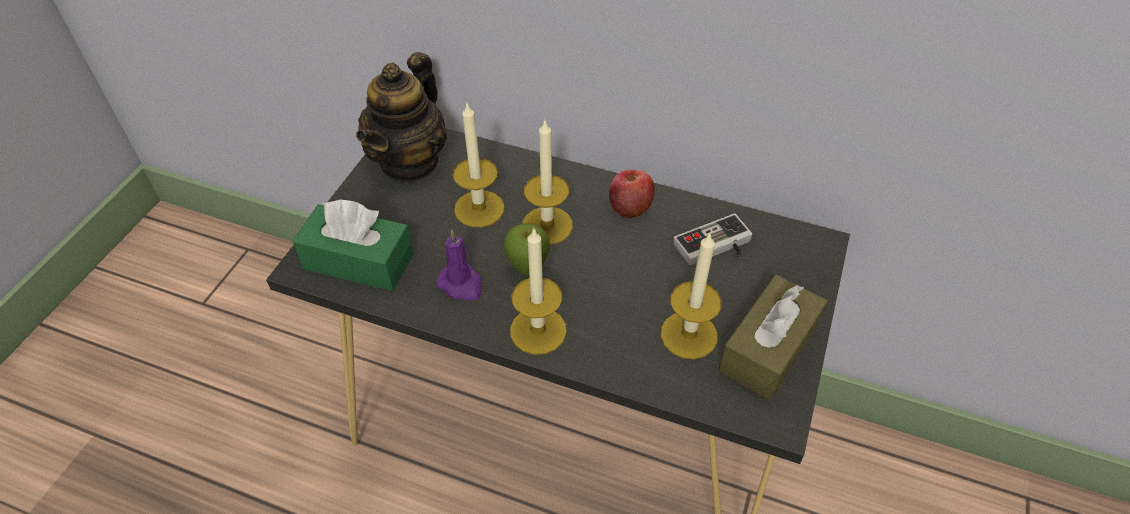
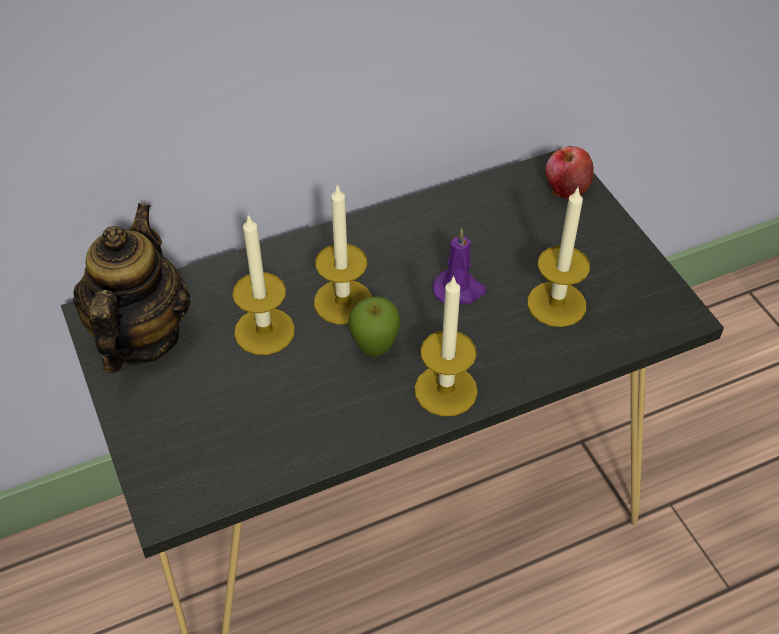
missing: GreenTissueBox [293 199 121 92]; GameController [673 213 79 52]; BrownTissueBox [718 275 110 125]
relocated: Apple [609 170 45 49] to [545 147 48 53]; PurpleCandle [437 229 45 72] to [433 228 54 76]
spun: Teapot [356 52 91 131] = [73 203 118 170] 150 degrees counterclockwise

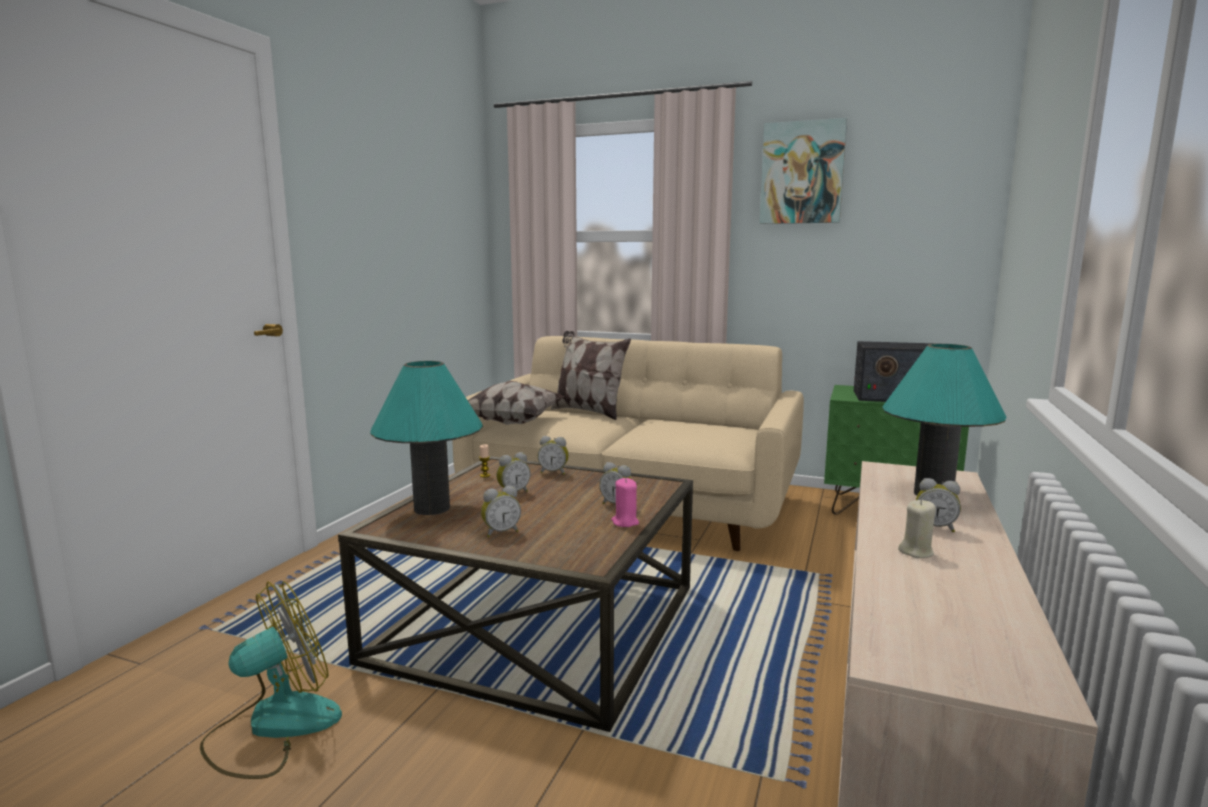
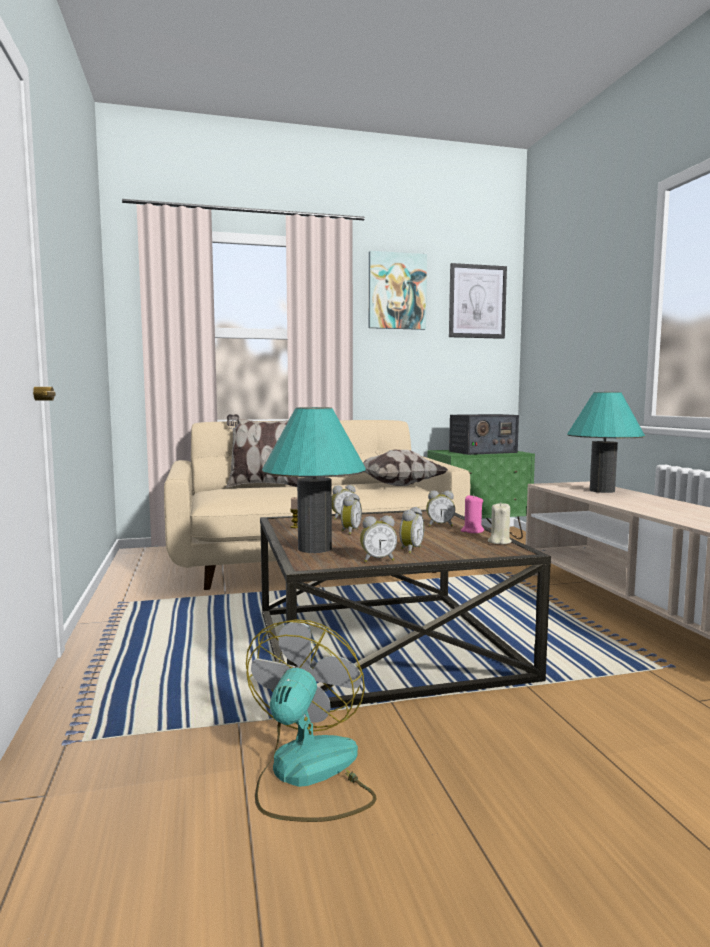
appeared: Picture [449 263 58 76]
relocated: Pillow [468 381 96 44] to [363 450 85 36]; AlarmClock [916 478 45 54] to [360 516 37 46]; BeigeCandle [898 500 38 58] to [488 502 24 42]

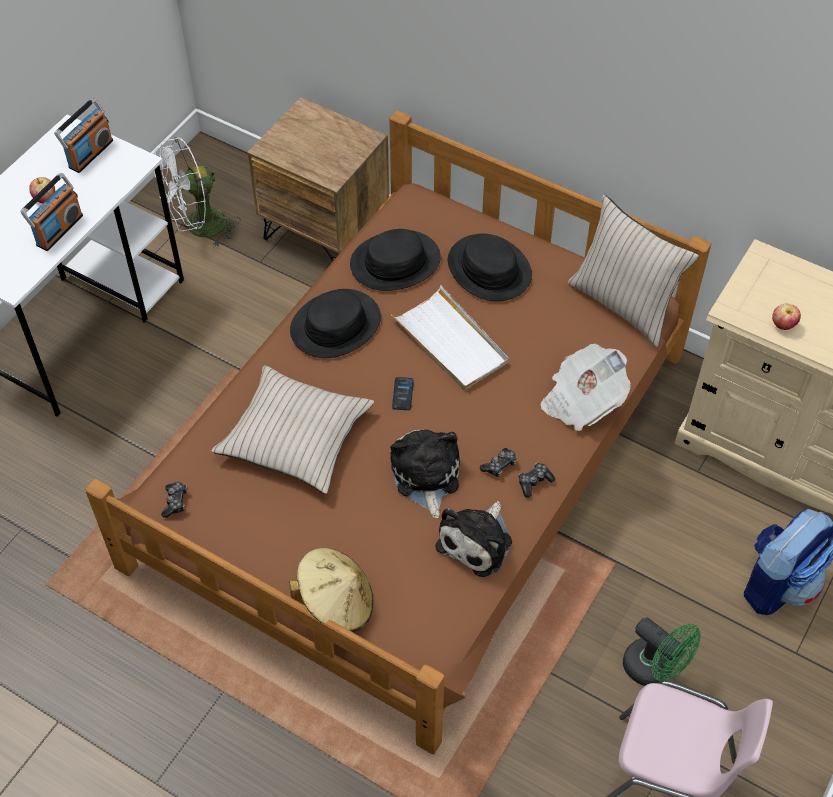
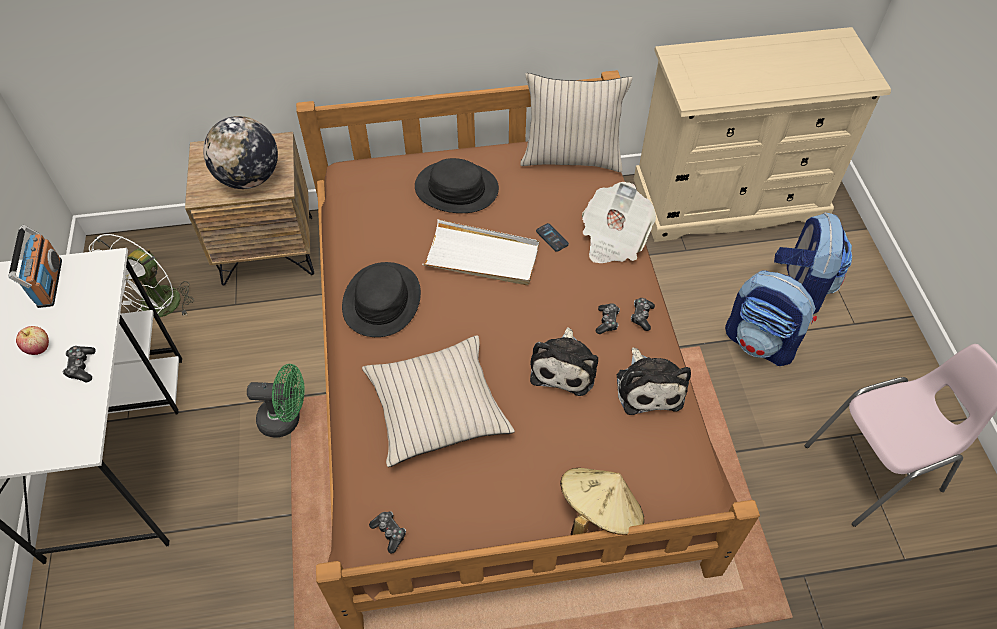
missing: BlackHat [350 229 91 62]; Apple [772 303 29 27]
appeared: Globe [203 116 75 73]; Backpack [725 270 92 96]
relocated: Phone [392 377 22 33] to [536 223 33 29]; GreenFan [623 617 78 69] to [247 364 58 73]
exchanged: Radio [20 173 63 78] to GameController [63 346 33 36]
spun: PlushToy [390 429 70 90] = [530 327 68 69] 120 degrees counterclockwise

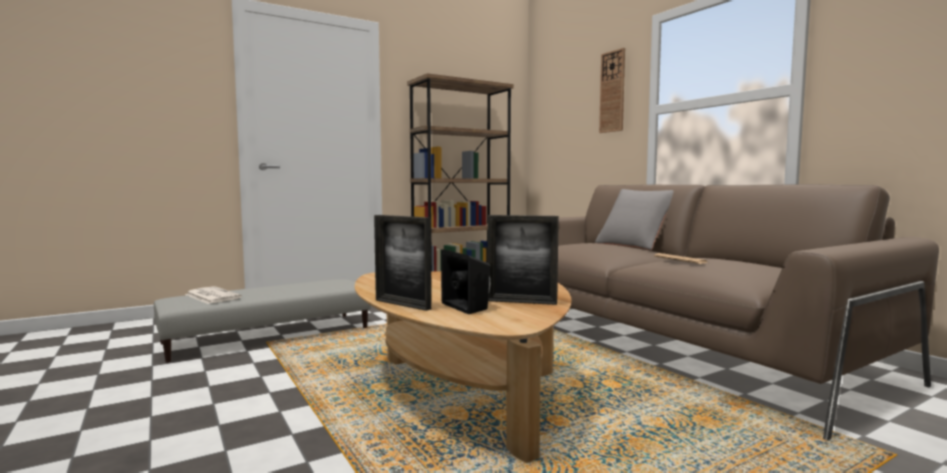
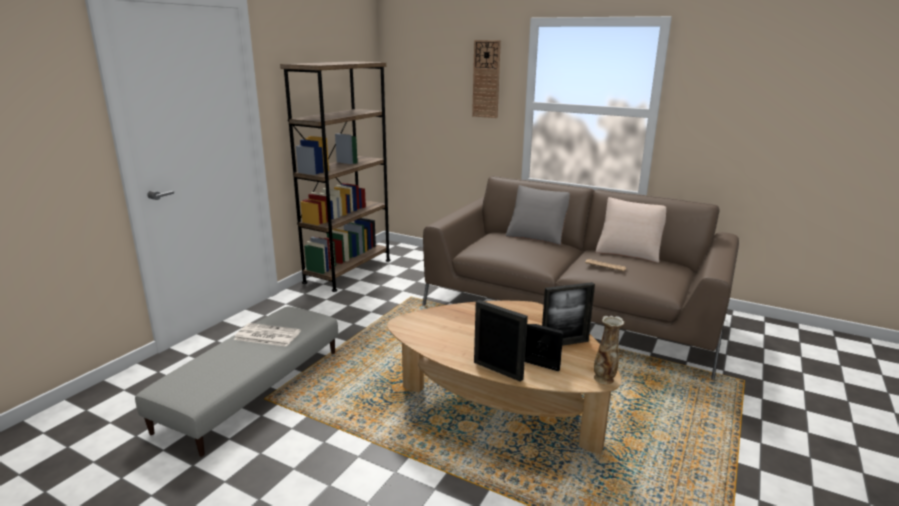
appeared: BeigePillow [596 197 70 66]; Vase [594 316 30 68]
relocated: Newspaper [185 286 57 18] to [234 323 67 24]
spun: PictureFrame [374 215 57 96] = [474 300 54 82] 150 degrees counterclockwise

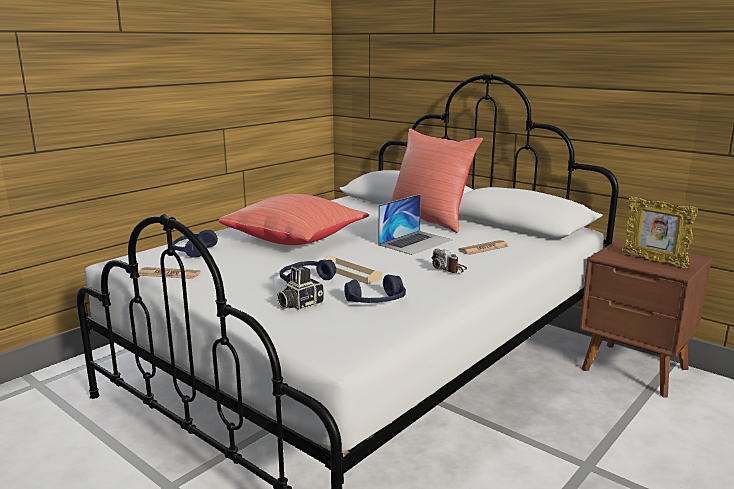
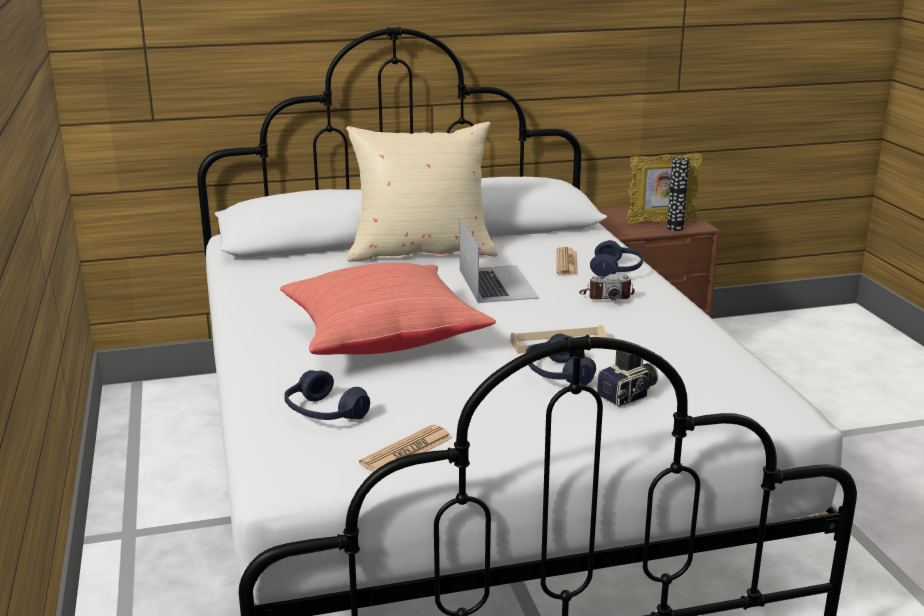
appeared: Vase [667 157 23 74]
relocated: BlueHeadphones [344 275 62 28] to [590 240 53 37]
colour: RedPillow [390 128 93 105] to BeigePillow [346 122 152 140]
spun: PhotoCamera [277 266 47 44] = [597 341 61 66] 120 degrees counterclockwise

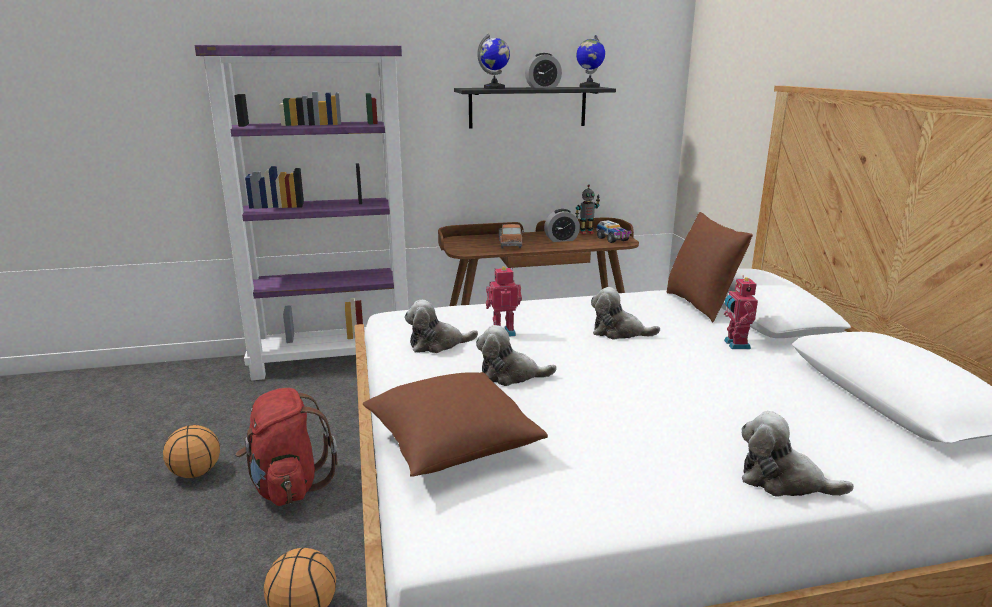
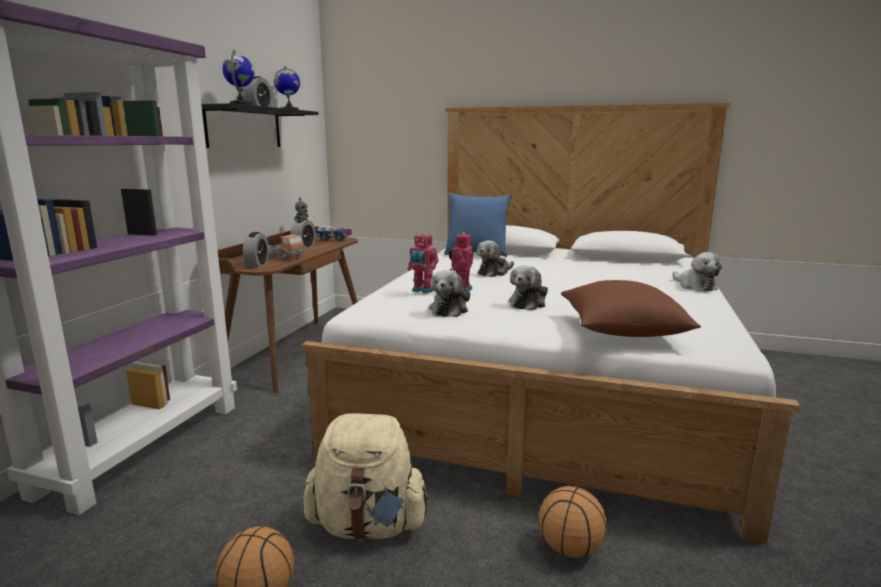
appeared: AlarmClock [243 232 26 36]
relocated: ToyRobot [724 276 34 73] to [407 233 32 61]
colour: BrownPillow [667 212 86 110] to BluePillow [444 193 68 65]; RedBackpack [236 388 101 118] to BeigeBackpack [304 413 126 128]
spun: PlushToy [741 411 113 85] = [673 252 49 40] 75 degrees counterclockwise

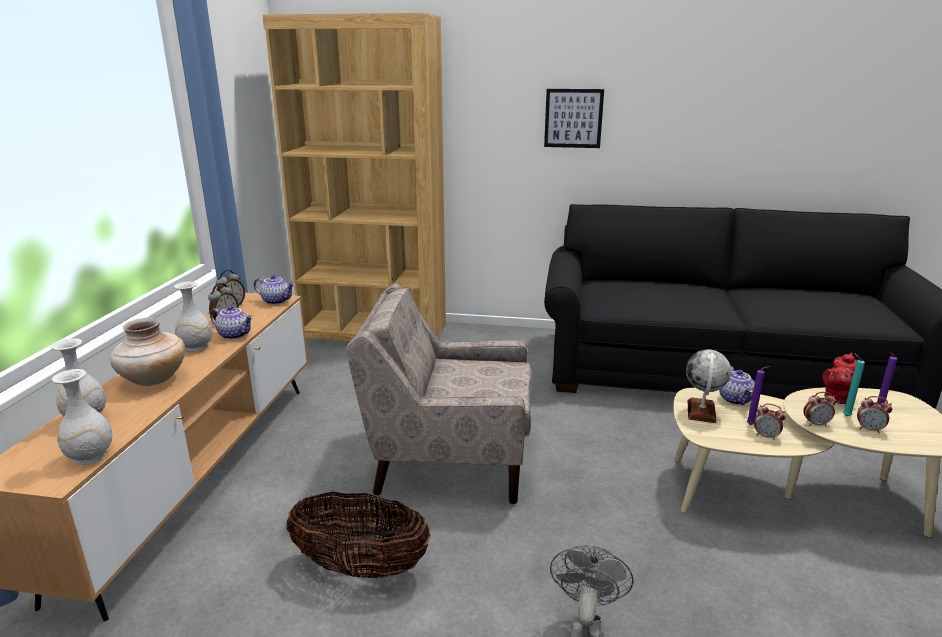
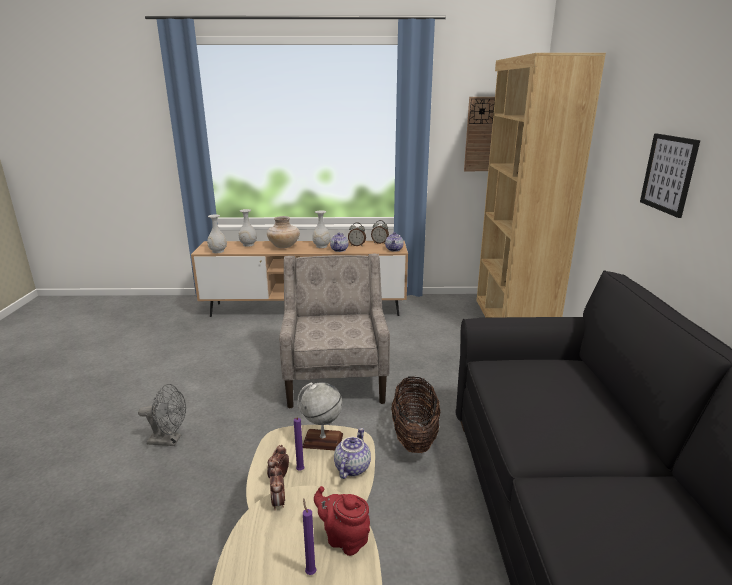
missing: TurquoiseCandle [843 353 22 63]; AlarmClock [857 396 36 37]
appeared: WallClock [464 97 31 74]
relocated: Basket [286 492 145 87] to [391 377 49 76]
spun: Teapot [719 366 36 39] = [334 428 37 51] 120 degrees clockwise

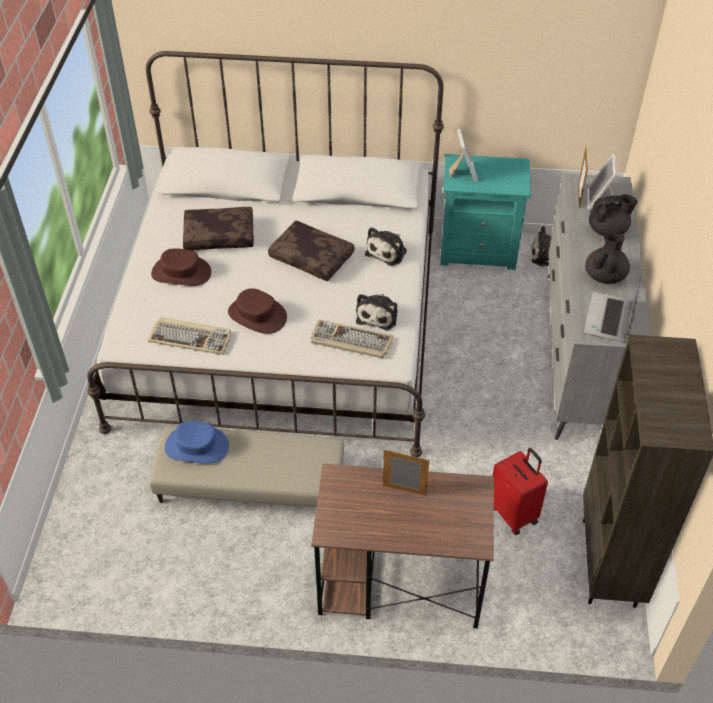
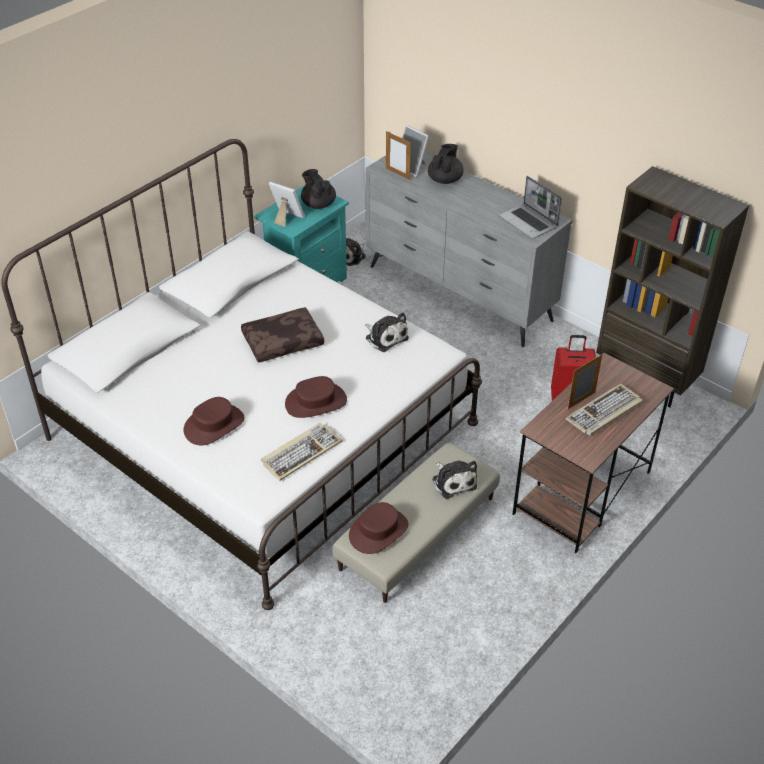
missing: BrownPillow [183 207 71 44]
relocated: PlushToy [365 227 42 39] to [432 461 45 38]; BlackTeapot [585 233 45 51] to [301 169 35 40]; Keyboard [311 320 82 39] to [566 384 77 52]
colour: BlueHat [165 421 64 43] to BrownHat [349 502 60 52]

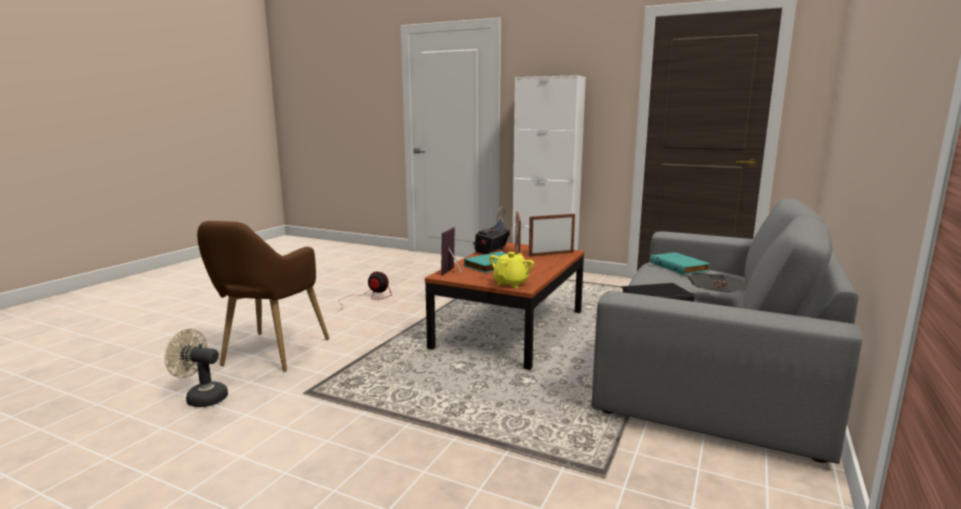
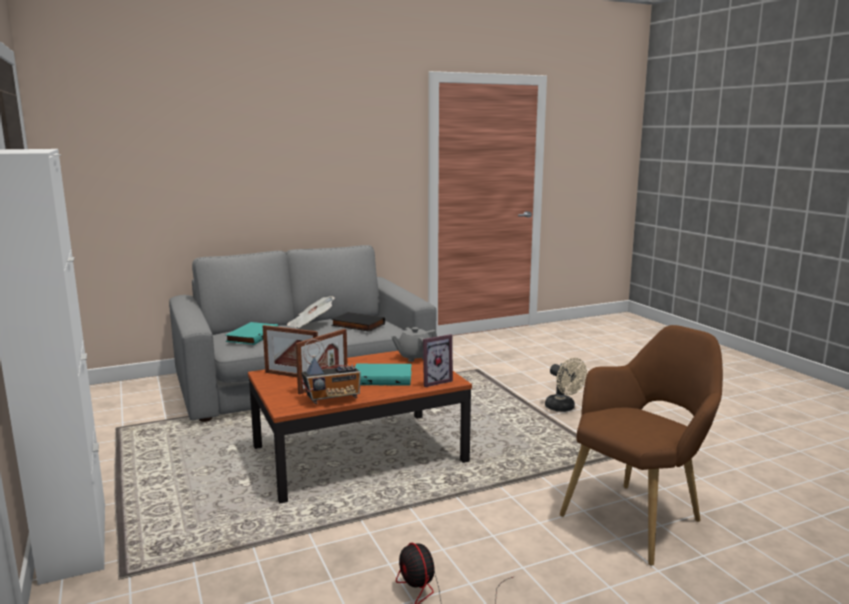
relocated: BeigeFan [165 329 63 78] to [545 358 42 54]
colour: YellowTeapot [489 252 45 36] to GreyTeapot [392 327 45 35]

